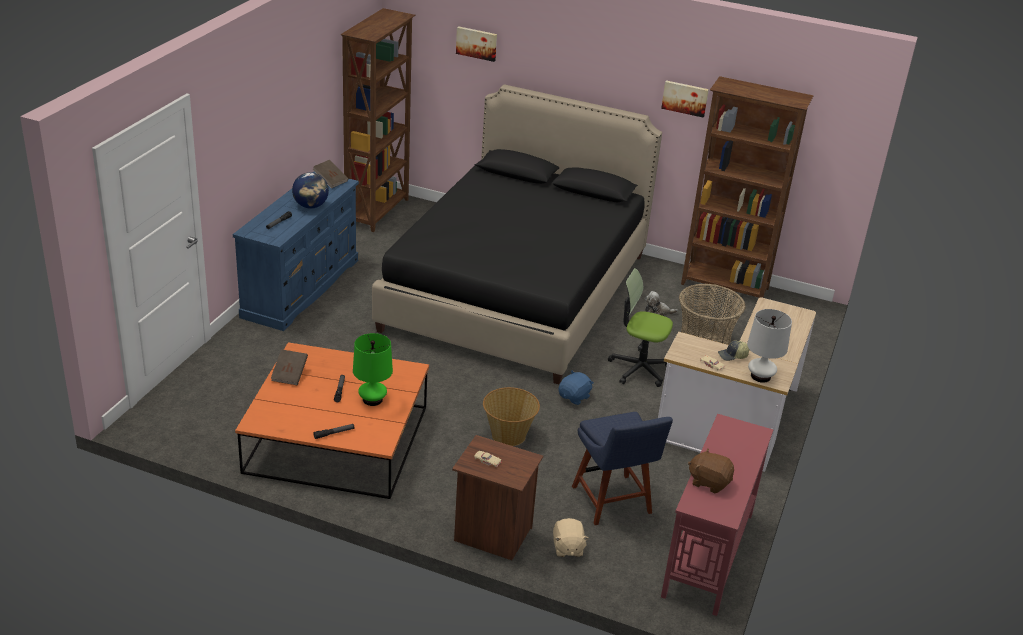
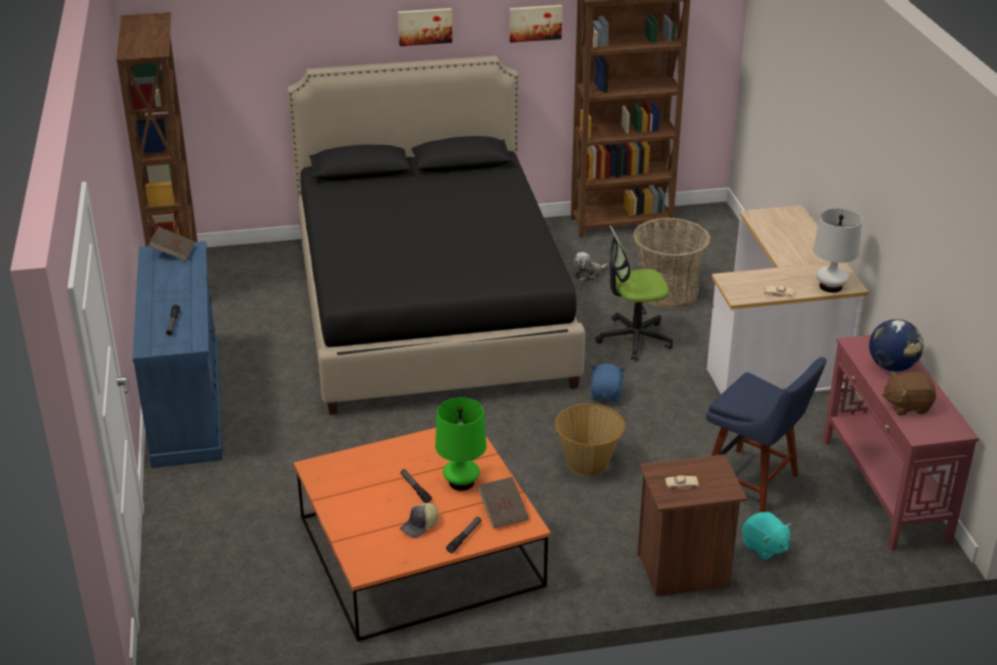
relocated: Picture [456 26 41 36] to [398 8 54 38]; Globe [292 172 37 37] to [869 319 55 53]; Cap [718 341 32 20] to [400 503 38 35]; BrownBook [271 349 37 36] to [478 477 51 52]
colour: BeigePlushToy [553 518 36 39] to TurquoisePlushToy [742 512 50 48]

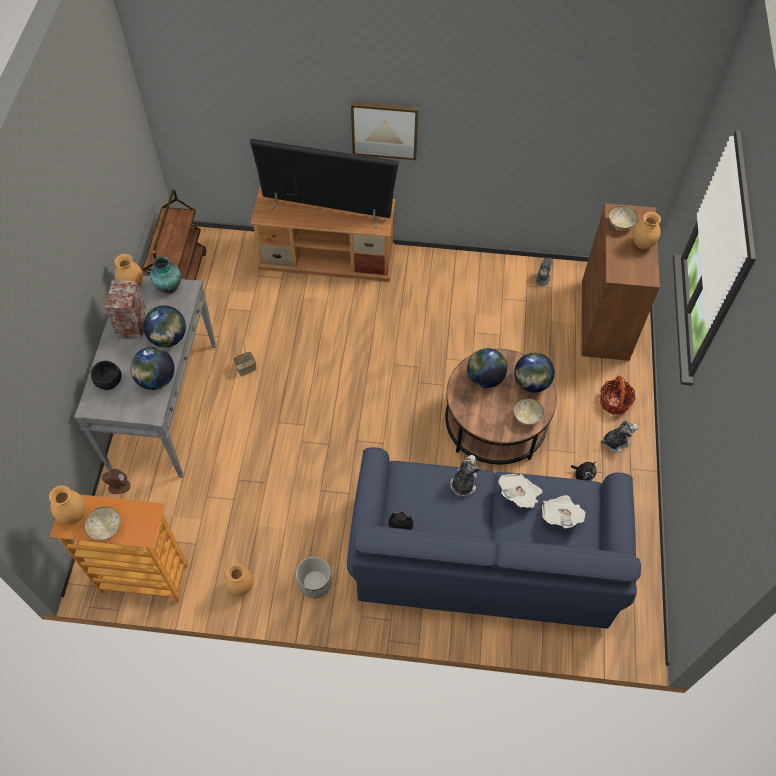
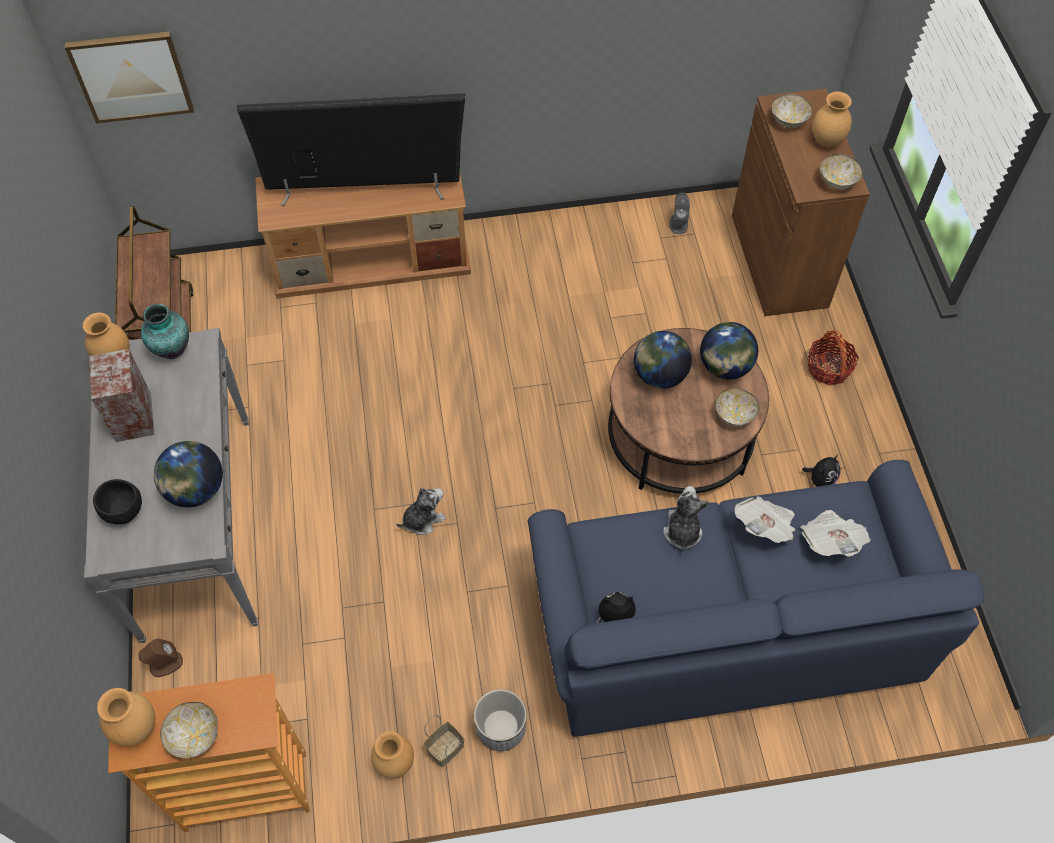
missing: Globe [143 306 43 41]
appeared: Bowl [820 154 43 35]
relocated: Picture [351 102 68 58] to [65 32 129 91]; Basket [233 340 24 36] to [424 715 40 52]; PlushToy [601 420 37 32] to [396 487 50 48]

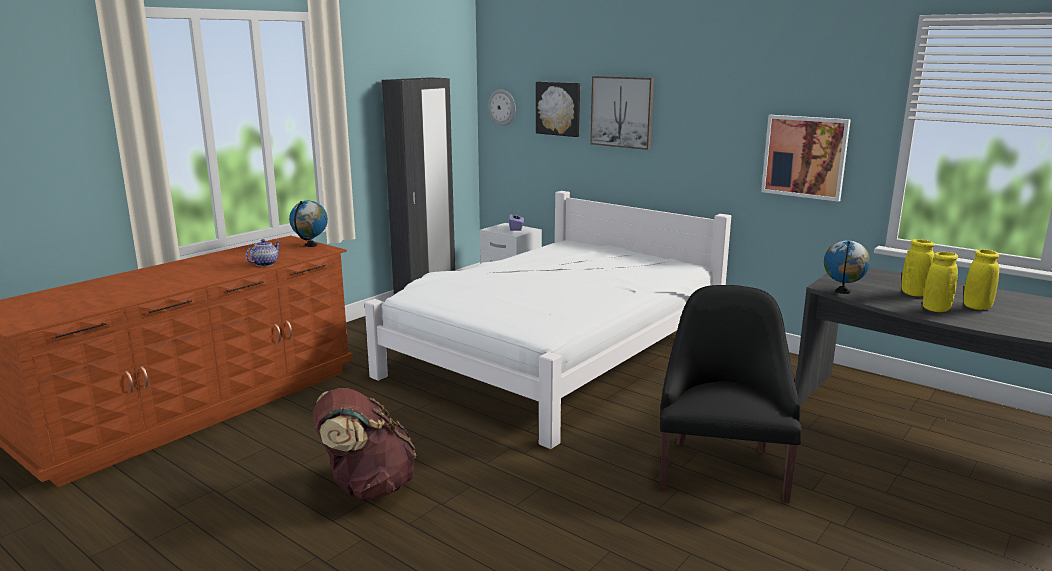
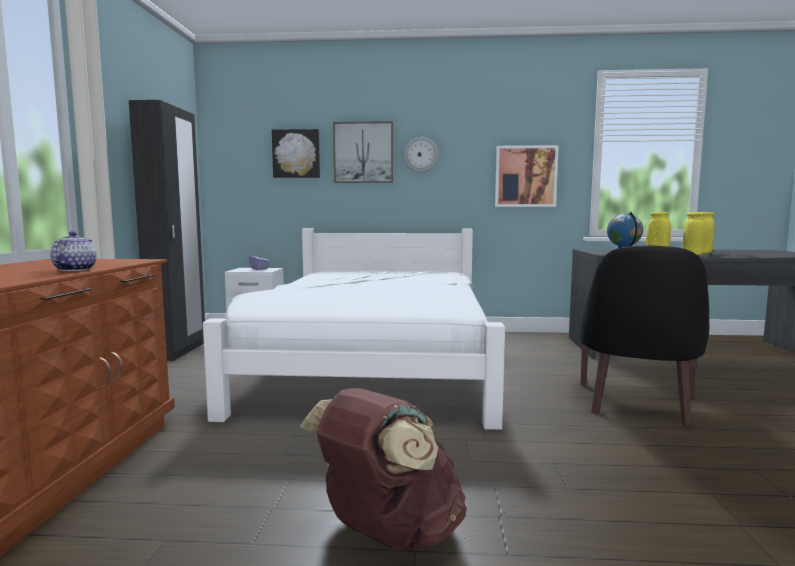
missing: Globe [289 201 39 46]
relocated: WallClock [488 89 28 37] to [404 137 35 36]
spun: BlackArmchair [660 285 142 218] = [579 245 130 181] 135 degrees counterclockwise

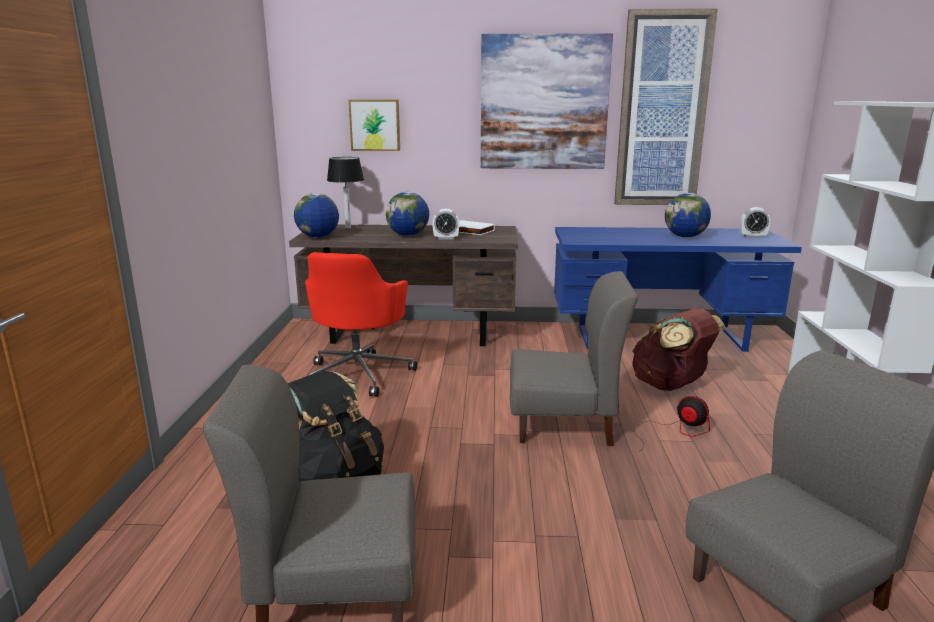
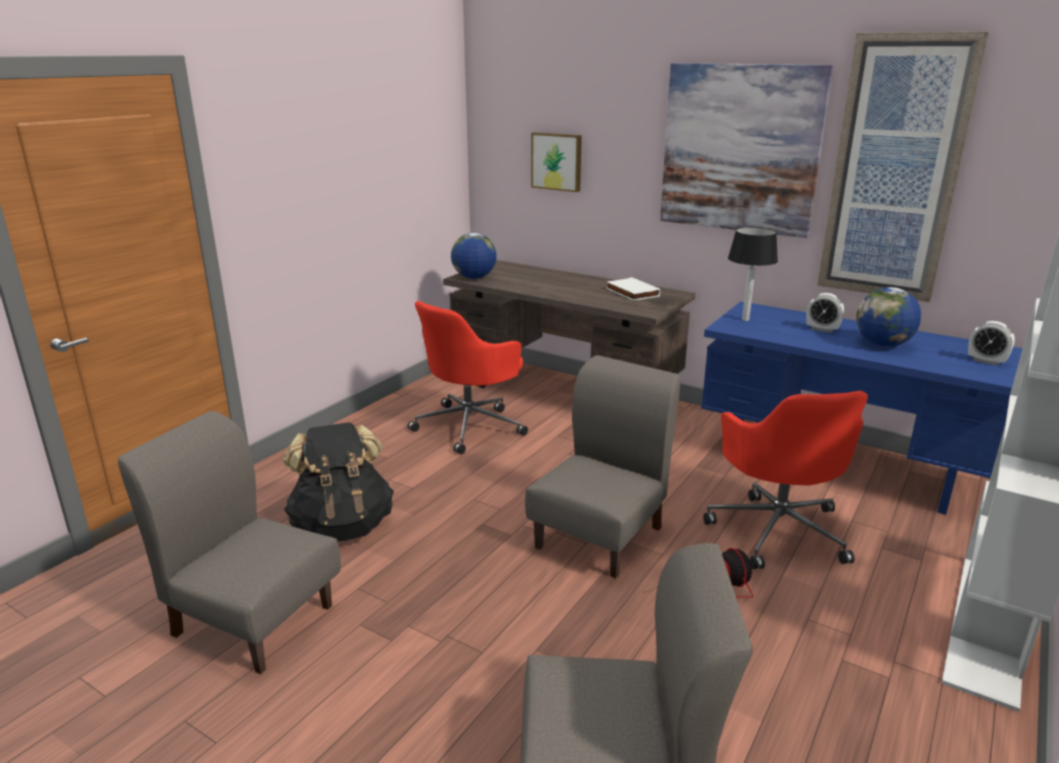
missing: Globe [386 192 43 44]
relocated: TableLamp [327 157 37 71] to [728 227 50 94]; AlarmClock [432 209 27 31] to [806 293 38 40]
exchanged: BrownBackpack [632 309 94 82] to RedOfficeChair [703 391 165 178]
spun: GreyChair [510 271 128 175] = [525 355 155 223] 90 degrees counterclockwise

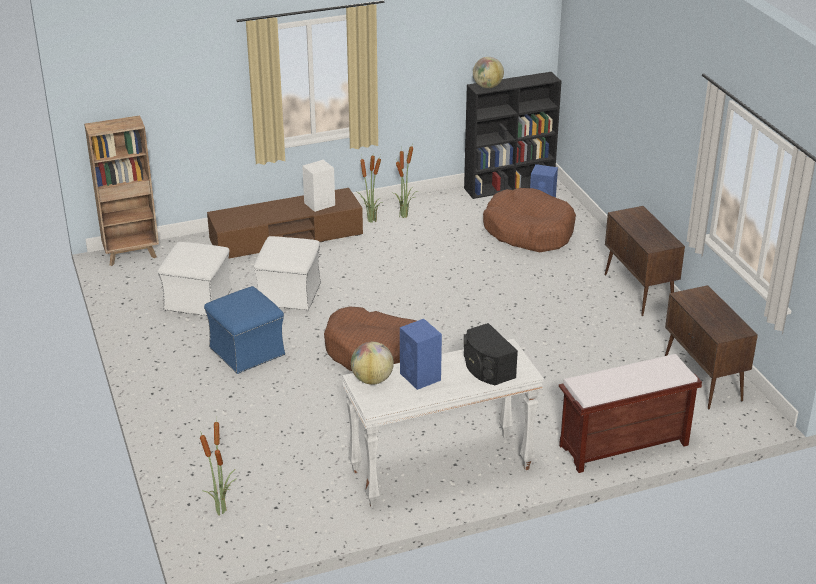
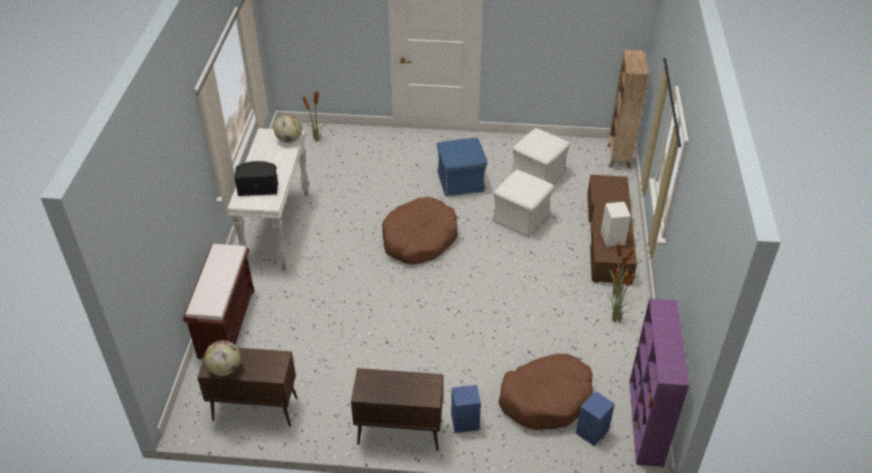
relocated: Globe [473 57 31 31] to [204 340 37 36]; BlueSpeaker [400 319 42 71] to [451 385 30 48]
colour: BlackBookcase [464 72 98 127] to PurpleBookcase [629 299 60 168]

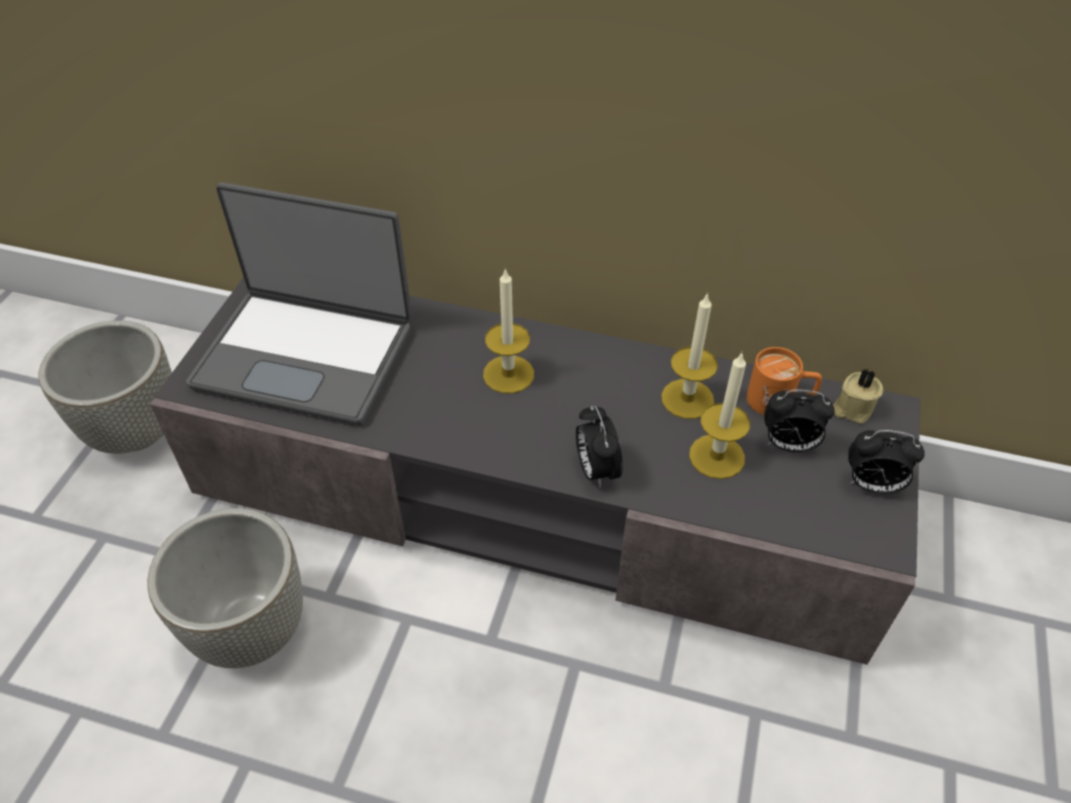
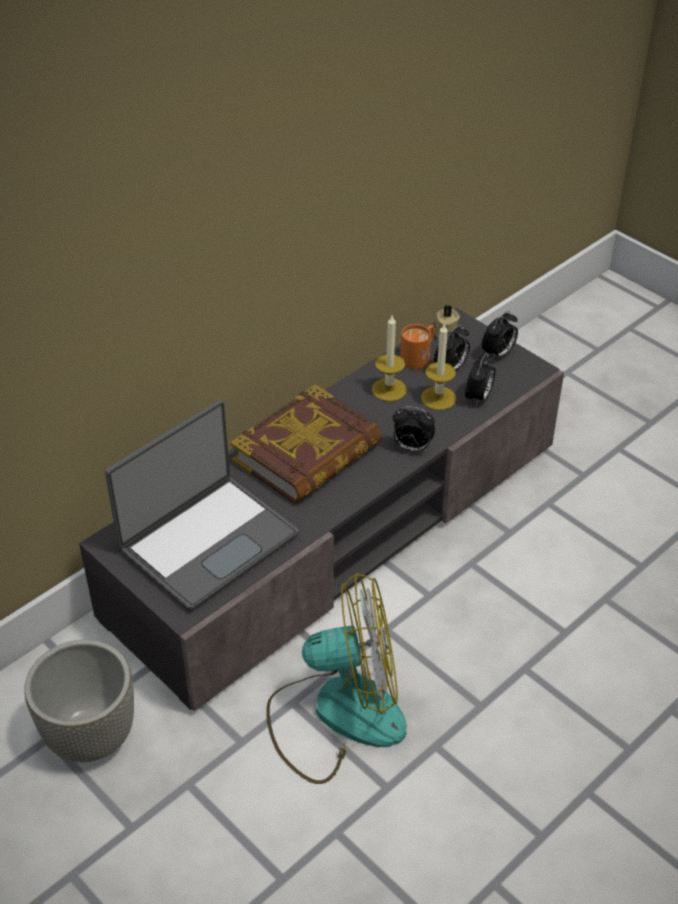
appeared: AlarmClock [465 353 31 53]
exchanged: Candle [483 268 51 126] to Book [231 385 151 119]; GreyPlanter [148 508 155 161] to Fan [266 573 141 211]

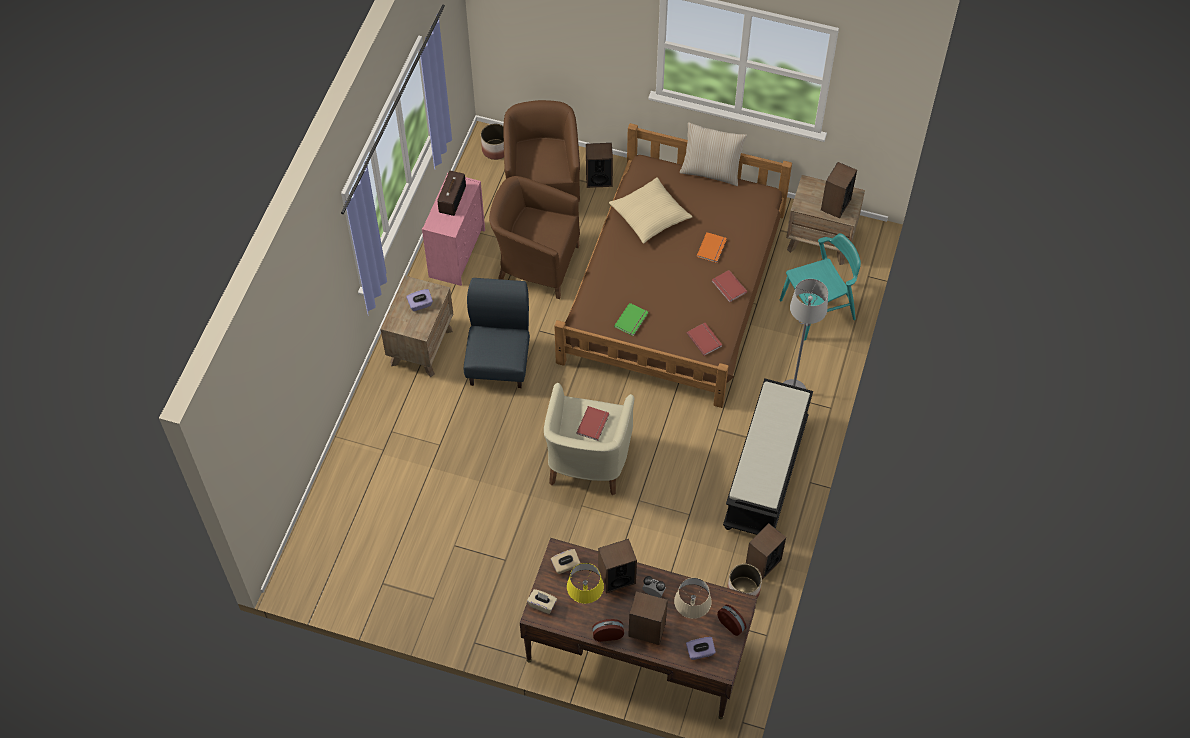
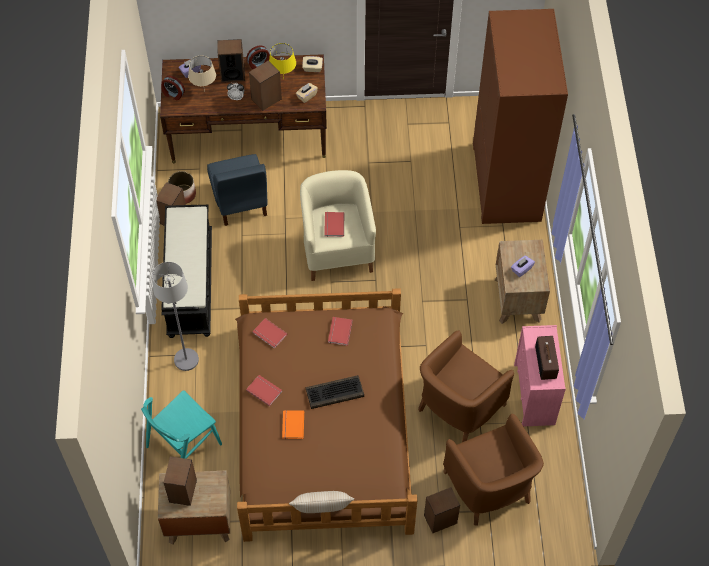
missing: Planter [481 124 23 36]; BeigePillow [609 177 84 67]
appeared: BrownWardrobe [473 9 95 215]; Keyboard [305 375 59 34]
relocated: BlueChair [464 278 66 110] to [207 154 61 72]
colour: GreenBook [614 303 34 33] to RedBook [328 317 25 29]
spun: BrownArmchair [489 176 91 123] = [418 330 96 112] 135 degrees clockwise

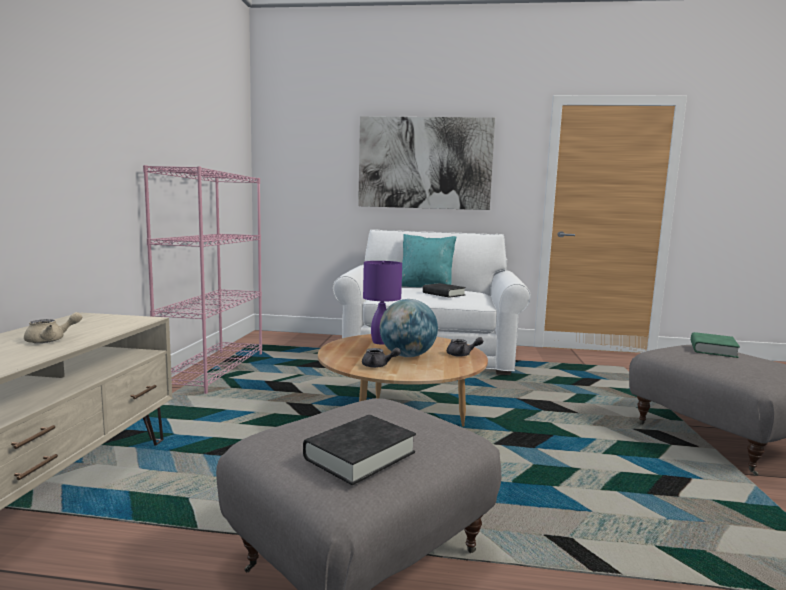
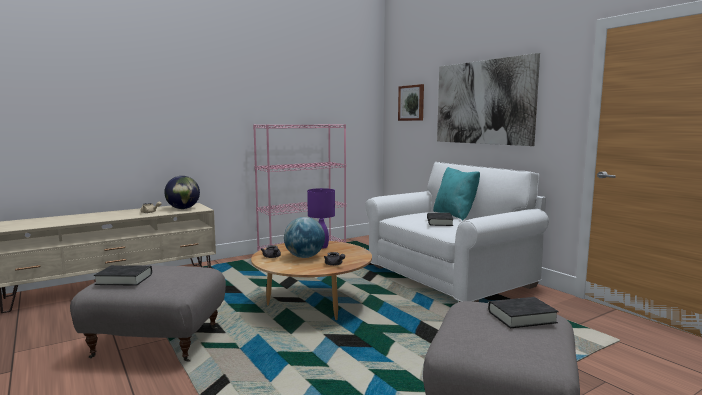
appeared: Picture [398 84 26 37]; Globe [164 176 36 33]
colour: GreenBook [691 332 49 26] to BlackBook [488 297 71 31]

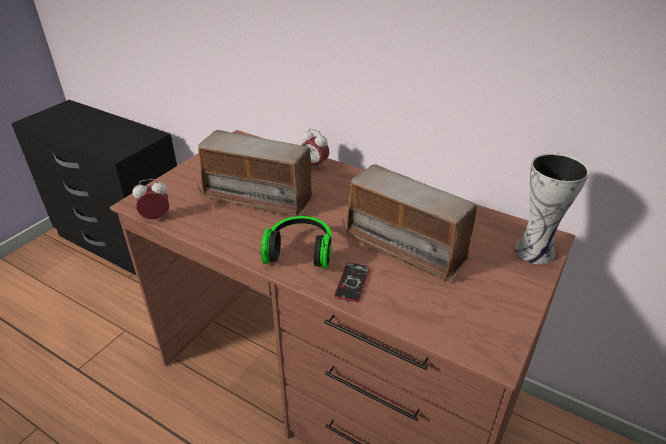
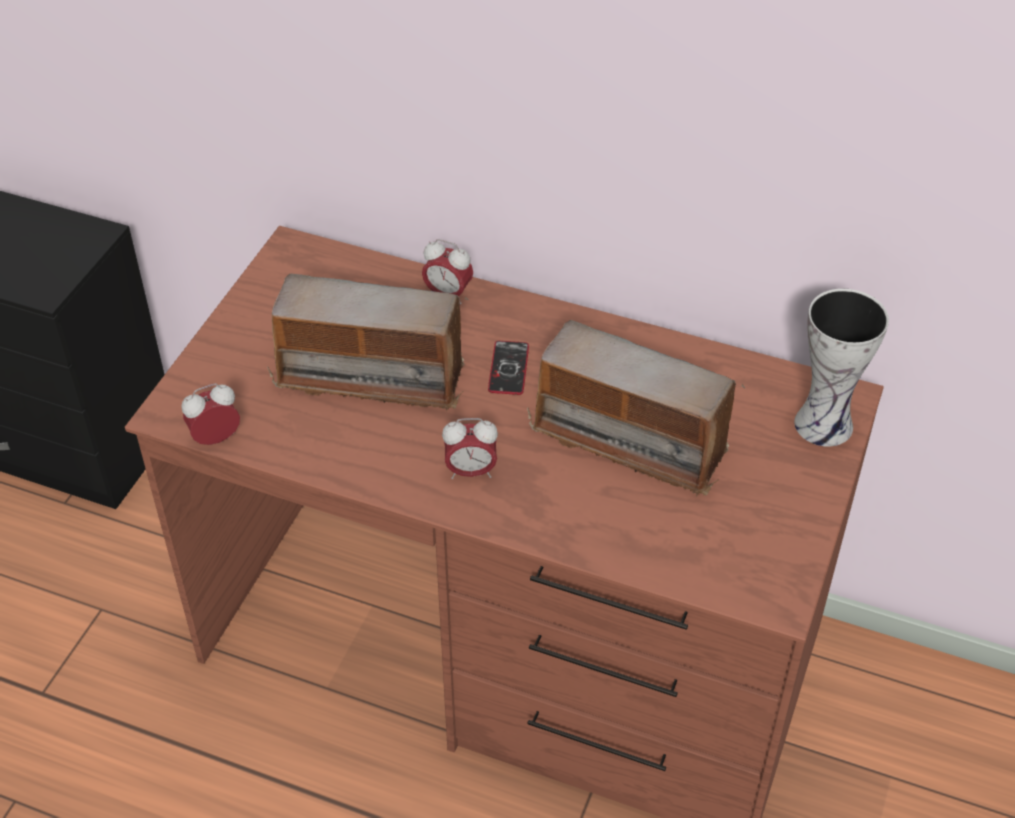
relocated: Phone [334 262 36 40] to [488 341 41 54]
exchanged: Headphones [261 216 71 53] to AlarmClock [442 418 56 61]

